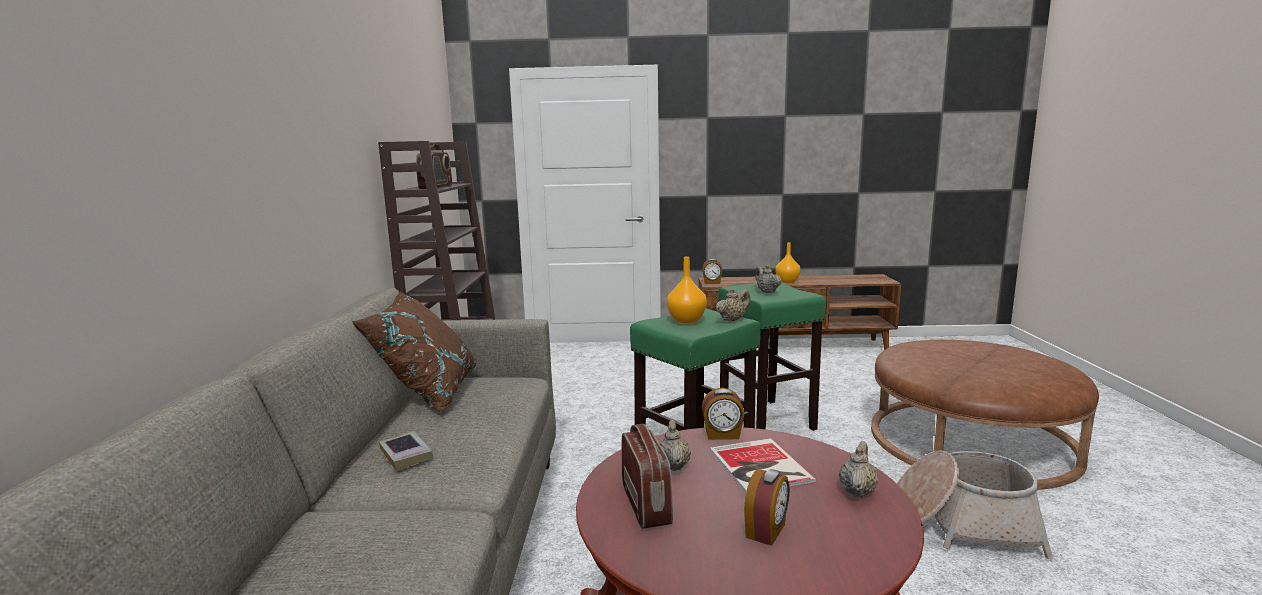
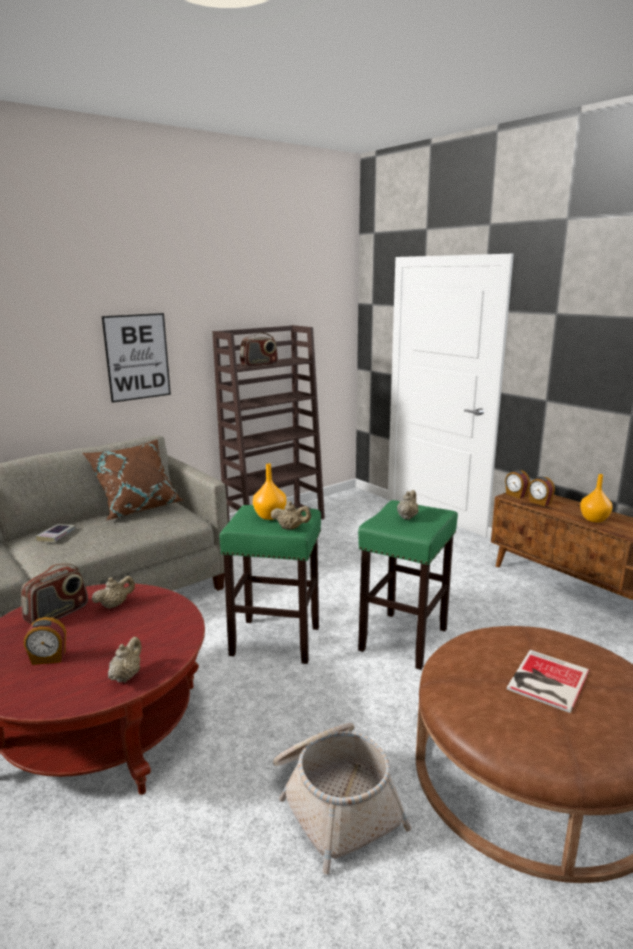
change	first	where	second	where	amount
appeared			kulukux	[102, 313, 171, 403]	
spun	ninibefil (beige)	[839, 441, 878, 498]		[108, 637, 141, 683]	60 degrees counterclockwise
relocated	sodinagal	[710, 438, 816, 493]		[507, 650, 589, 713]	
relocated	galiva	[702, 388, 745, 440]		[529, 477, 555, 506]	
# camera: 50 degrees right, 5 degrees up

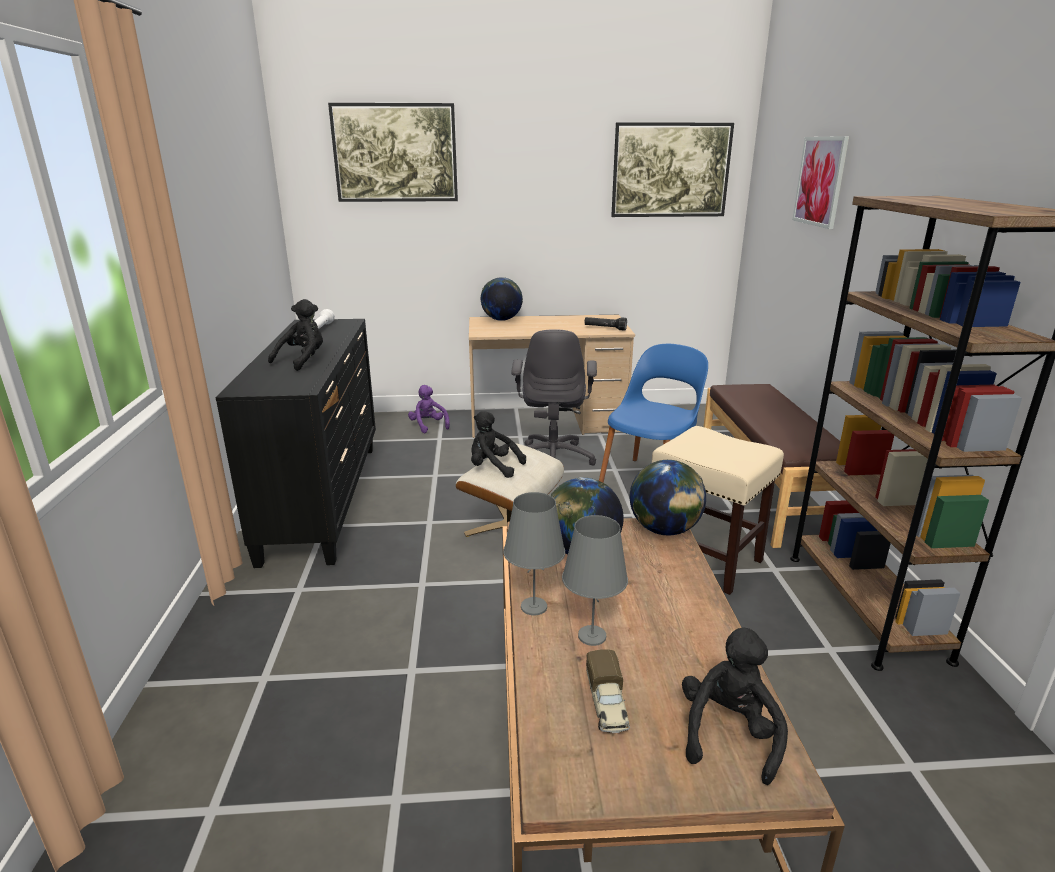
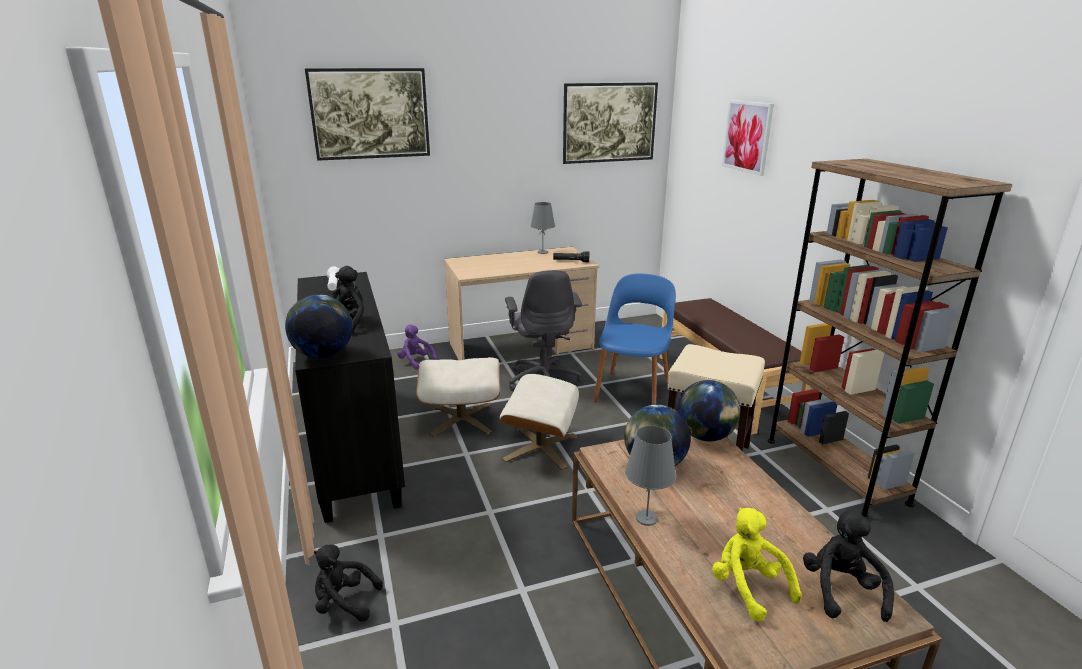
change	first	where	second	where	amount
relocated	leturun	[481, 277, 523, 321]		[285, 295, 353, 358]	
relocated	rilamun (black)	[471, 411, 526, 478]		[314, 544, 383, 622]	
appeared			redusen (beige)	[416, 357, 501, 437]	
relocated	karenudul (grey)	[562, 515, 628, 646]		[531, 202, 555, 254]	
exchanged	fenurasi	[586, 649, 630, 733]	rilamun (yellow)	[712, 508, 802, 622]	
# camera: 15 degrees left, 0 degrees up

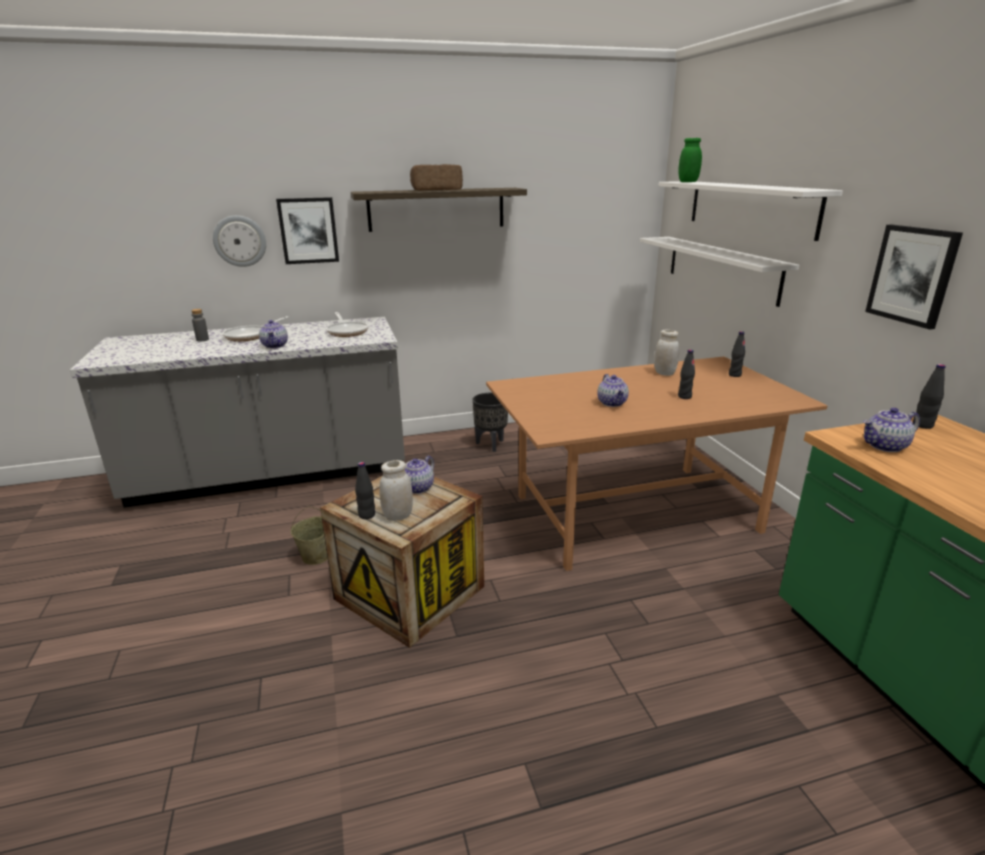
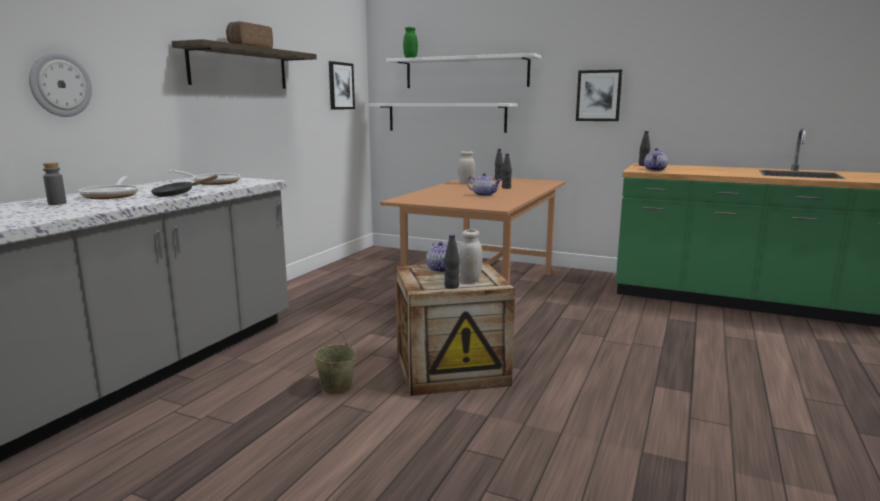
change	first	where	second	where	amount
exchanged	ninibefil	[259, 320, 288, 348]	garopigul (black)	[151, 175, 218, 197]	
relocated	kulukux	[276, 197, 339, 264]		[329, 61, 355, 109]	
missing	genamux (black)	[472, 392, 508, 452]			
# camera: 50 degrees left, 10 degrees down

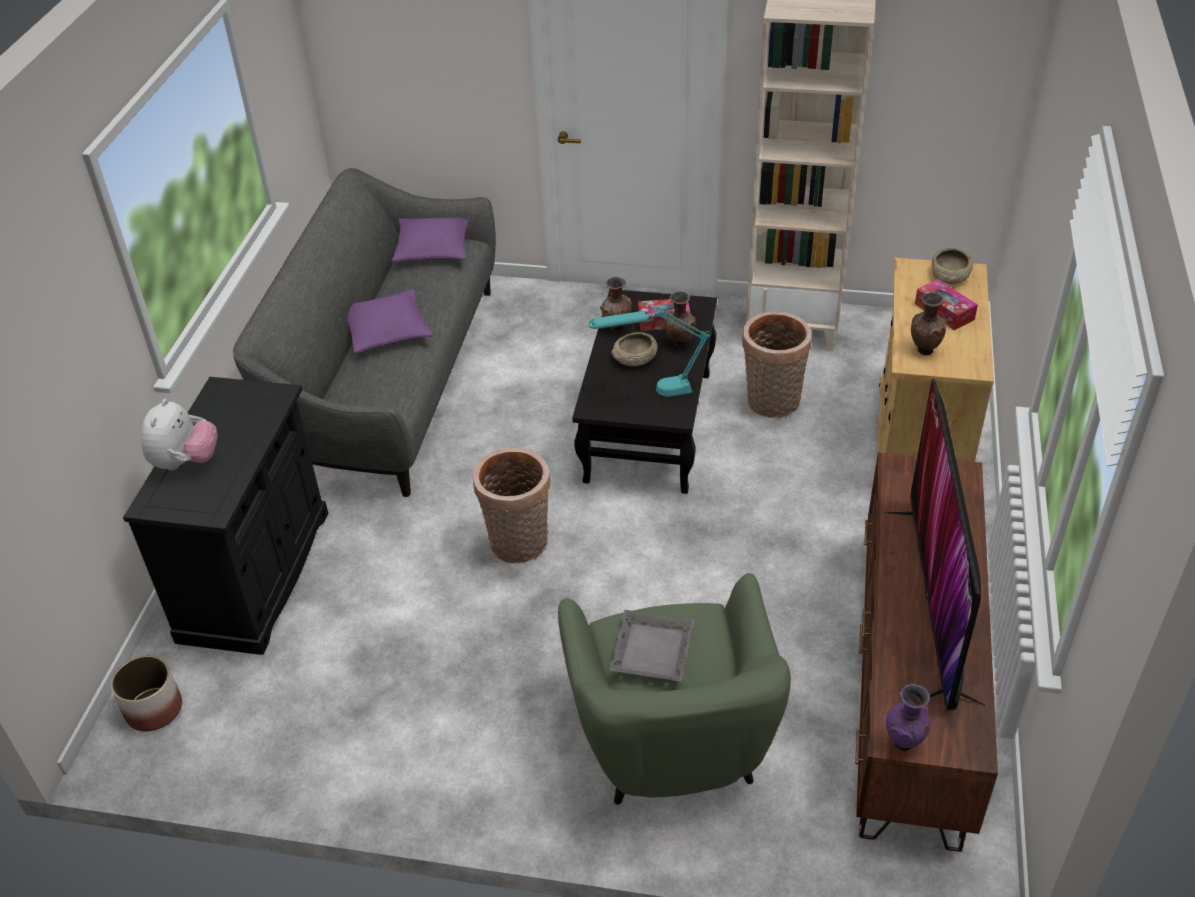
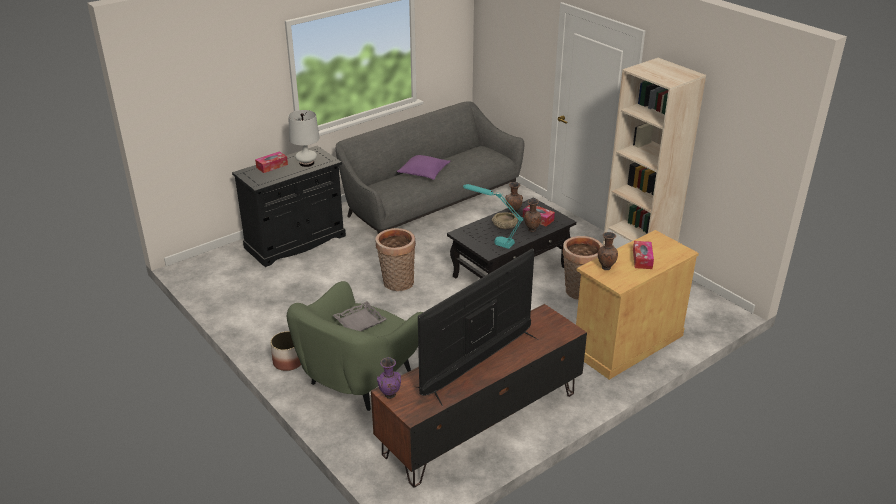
change	first	where	second	where	amount
exchanged	rilamun	[141, 399, 218, 471]	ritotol	[255, 151, 288, 173]	
relocated	genamux	[111, 655, 182, 731]		[270, 331, 301, 371]	
appeared			karenudul (white)	[288, 110, 320, 167]	
missing	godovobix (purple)	[392, 217, 468, 262]			
missing	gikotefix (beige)	[932, 248, 973, 284]			
# camera: 40 degrees right, 10 degrees down

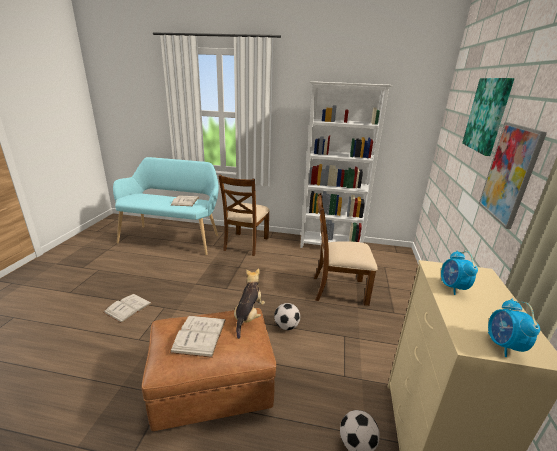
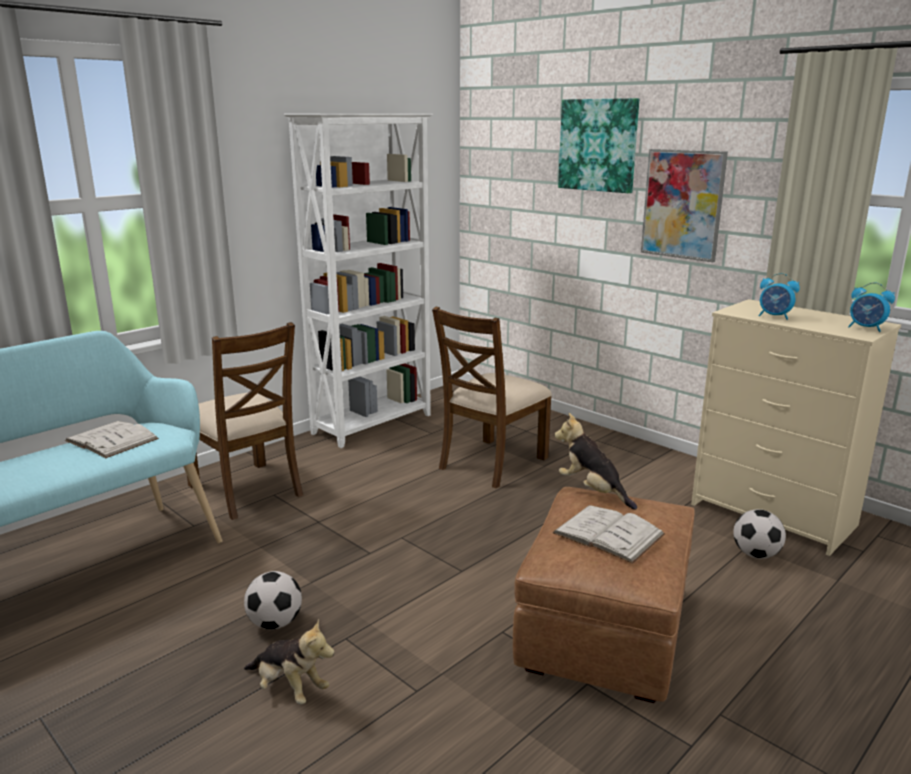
change	first	where	second	where	amount
relocated	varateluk	[274, 303, 300, 330]		[244, 571, 302, 630]	
exchanged	sodinagal (white)	[103, 294, 152, 323]	rilamun	[244, 619, 335, 704]	
# camera: 55 degrees left, 5 degrees down

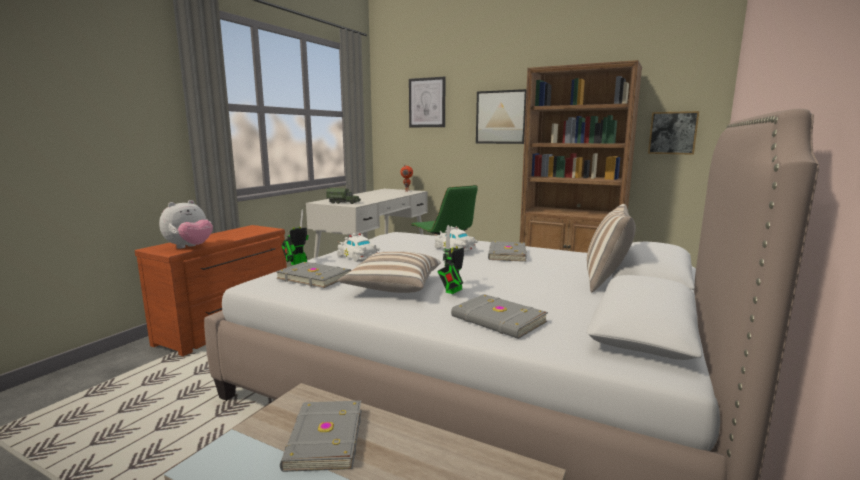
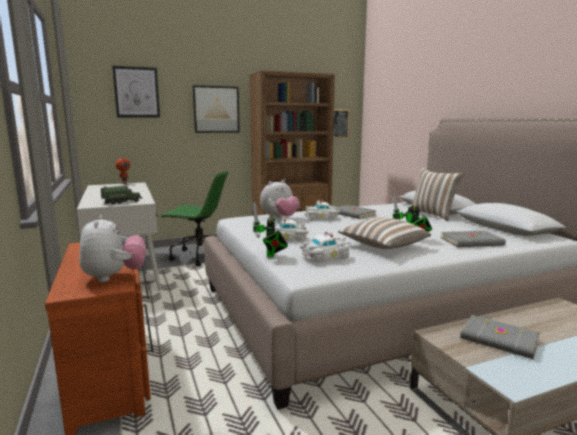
change	first	where	second	where	amount
appeared			rilamun	[260, 180, 300, 219]	
exchanged	sodinagal (grey)	[276, 262, 351, 288]	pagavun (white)	[300, 232, 350, 263]	
# camera: 50 degrees left, 0 degrees up

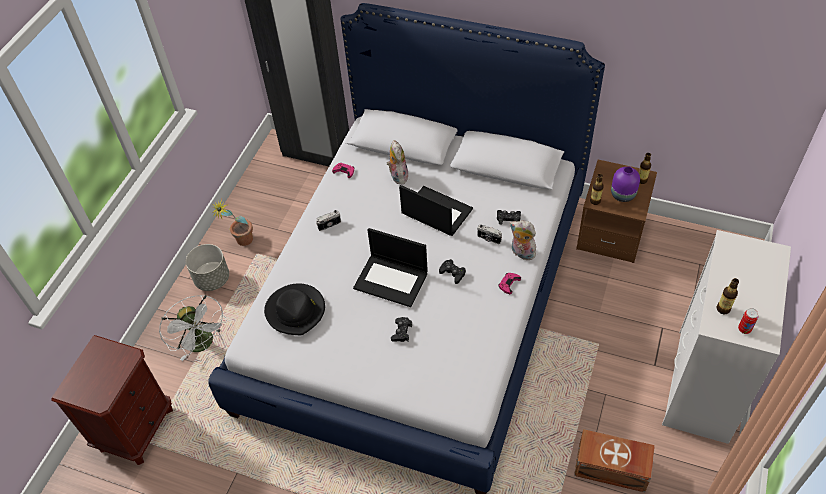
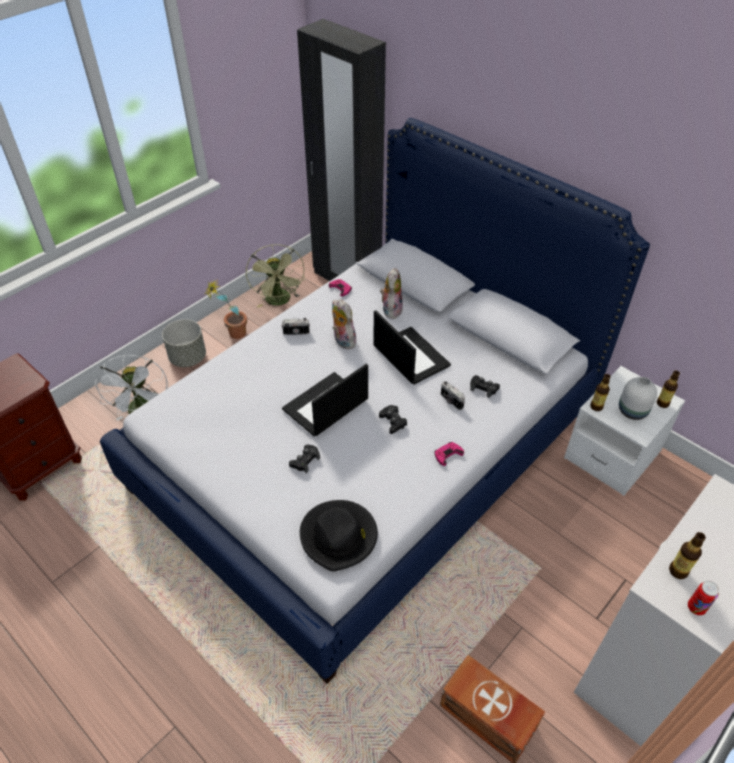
change	first	where	second	where	amount
appeared			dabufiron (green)	[246, 244, 305, 308]	
spun	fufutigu	[353, 228, 428, 307]		[282, 364, 368, 437]	90 degrees clockwise
relocated	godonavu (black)	[264, 284, 325, 335]		[300, 500, 378, 571]	
relocated	rilamun	[510, 220, 536, 260]		[332, 299, 356, 349]	
colour	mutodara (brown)	[576, 160, 657, 263]	mutodara (white)	[564, 366, 685, 496]	
colour	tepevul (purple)	[611, 166, 640, 202]	tepevul (white)	[619, 377, 657, 420]	
# camera: 20 degrees right, 5 degrees down

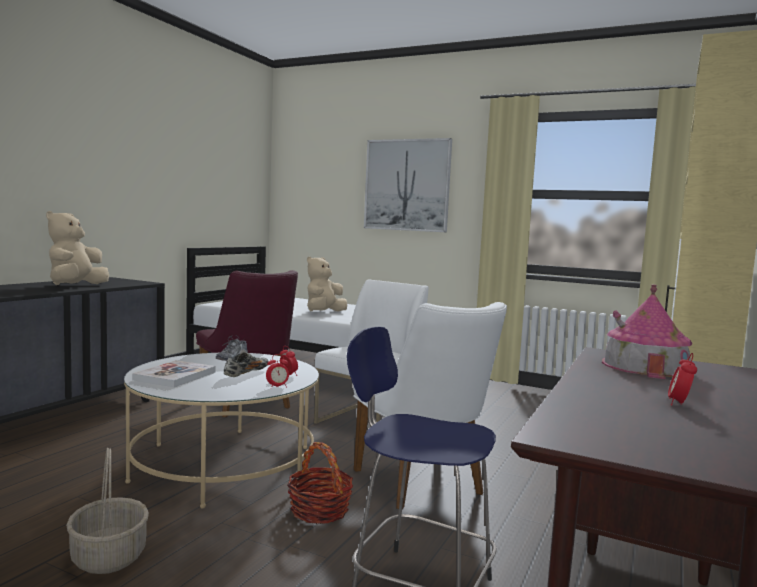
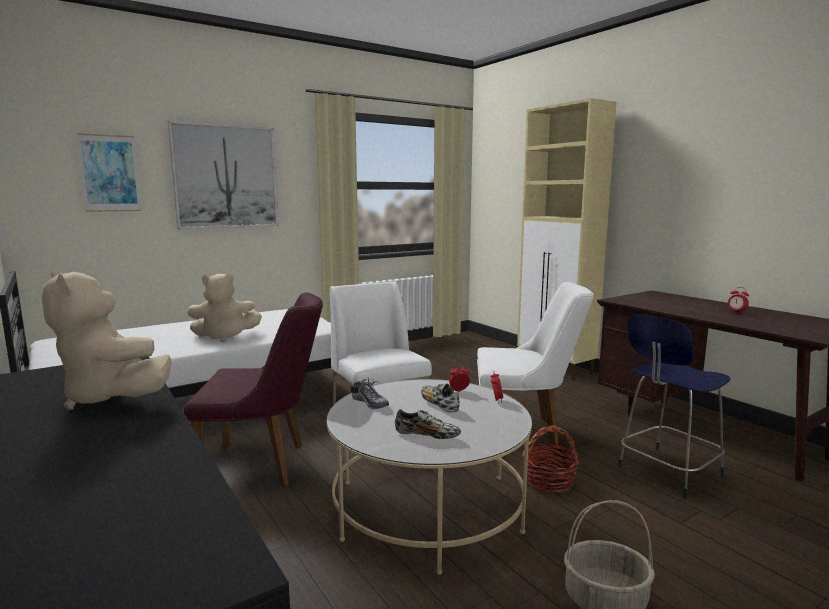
change	first	where	second	where	amount
appeared			kulukux	[77, 133, 141, 212]	
spun	rilamun (beige)	[307, 256, 347, 312]		[187, 273, 262, 342]	75 degrees counterclockwise
exchanged	sodinagal	[132, 360, 216, 387]	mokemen	[395, 409, 461, 439]	
missing	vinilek	[602, 285, 692, 379]			
# camera: 60 degrees left, 5 degrees up

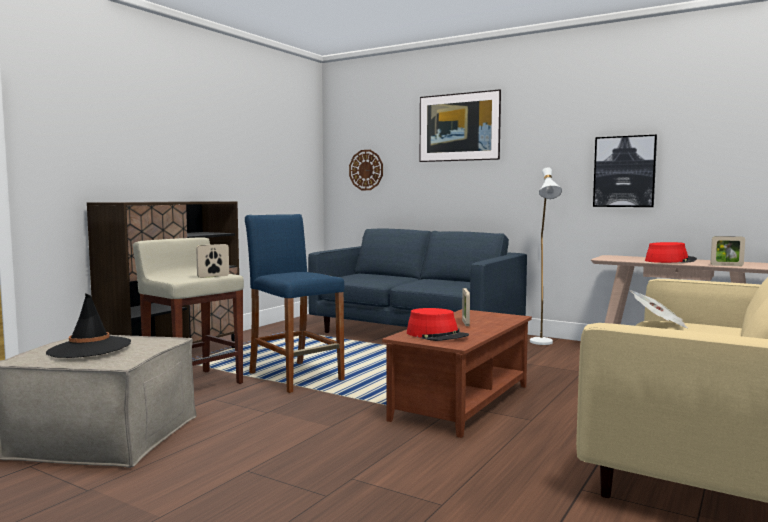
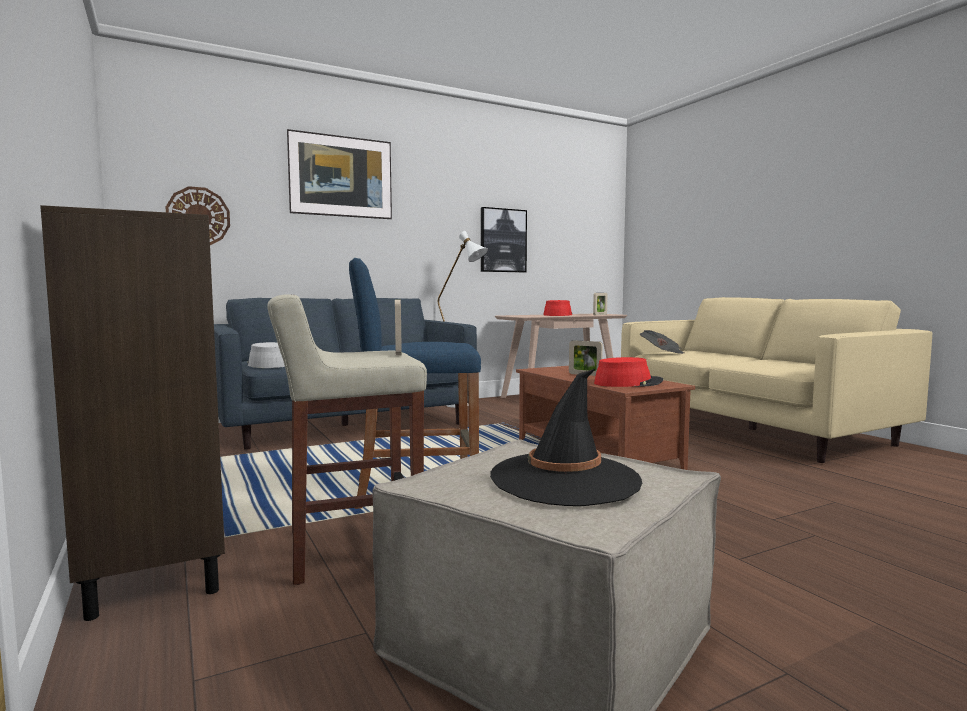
change	first	where	second	where	amount
appeared			godonavu (grey)	[248, 342, 285, 368]	
# camera: 60 degrees left, 0 degrees up

